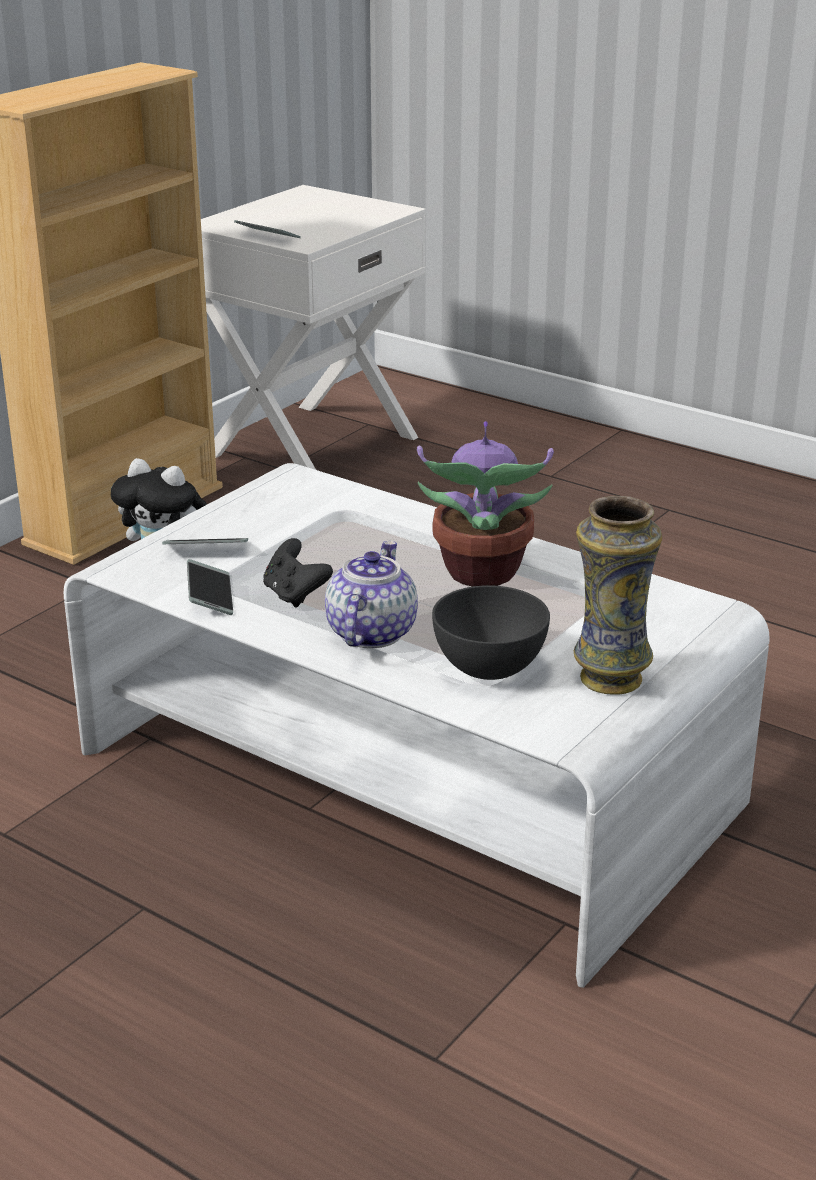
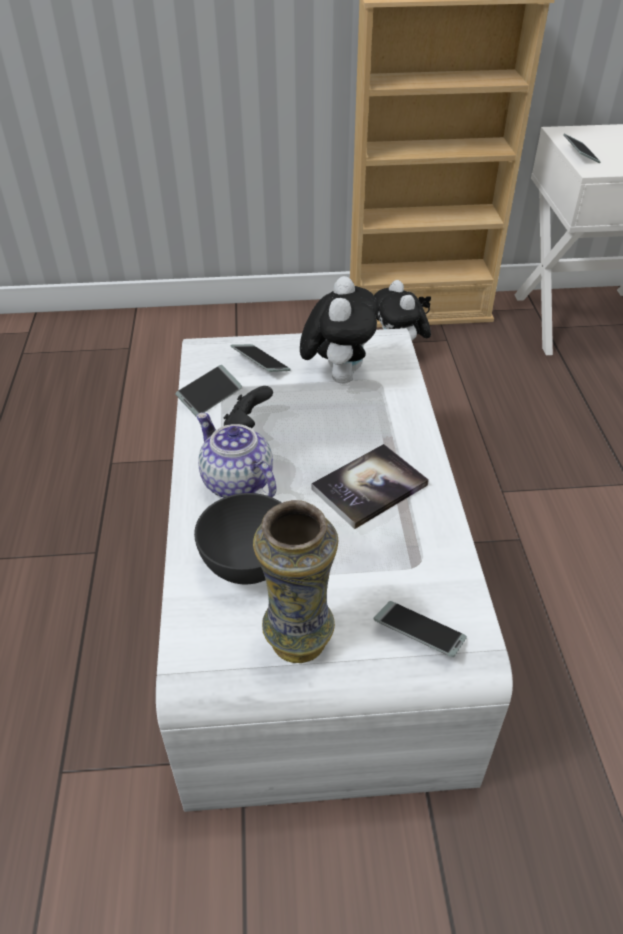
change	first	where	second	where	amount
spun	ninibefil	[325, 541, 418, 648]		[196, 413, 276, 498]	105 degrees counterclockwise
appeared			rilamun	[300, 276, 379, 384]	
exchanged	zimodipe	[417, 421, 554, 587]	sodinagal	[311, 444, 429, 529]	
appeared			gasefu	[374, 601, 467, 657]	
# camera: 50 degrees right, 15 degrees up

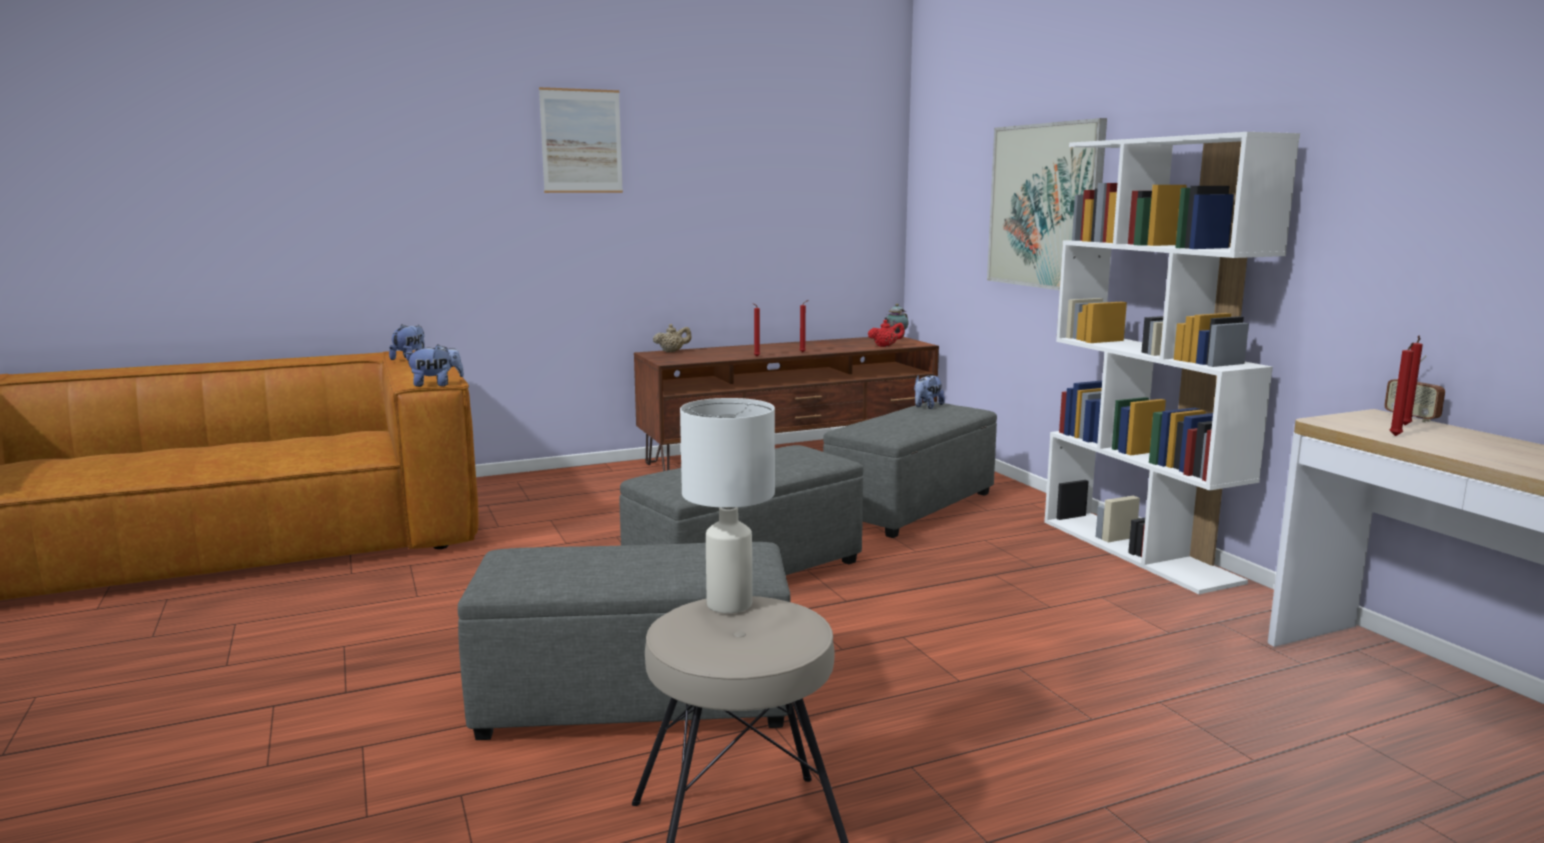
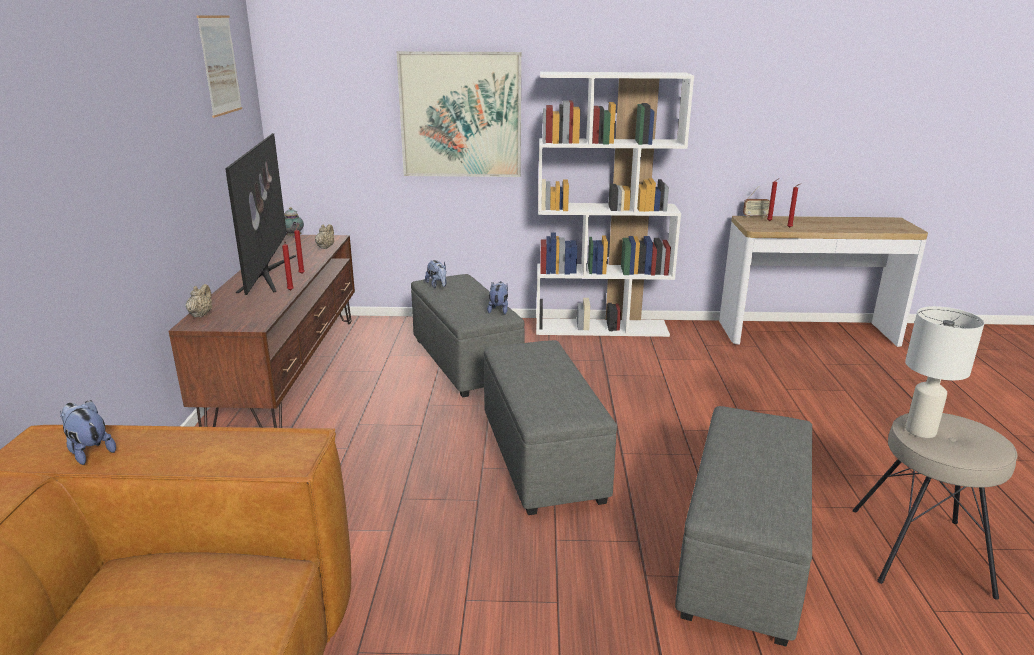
change	first	where	second	where	amount
relocated	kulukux	[539, 87, 623, 193]		[197, 15, 242, 118]	
appeared			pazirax	[225, 133, 296, 295]	
colour	ninibefil (red)	[868, 320, 905, 347]	ninibefil (beige)	[315, 224, 334, 249]	
relocated	rilamun	[404, 344, 464, 387]		[487, 281, 508, 314]	
# camera: 65 degrees left, 10 degrees up

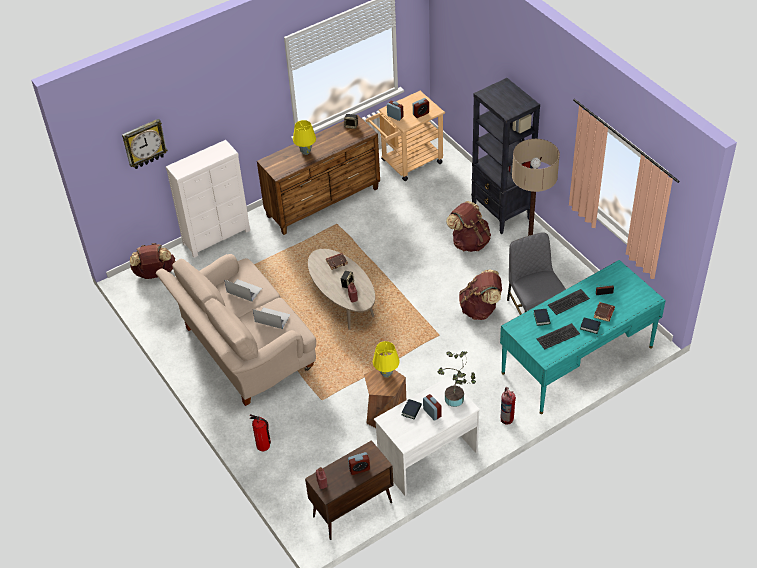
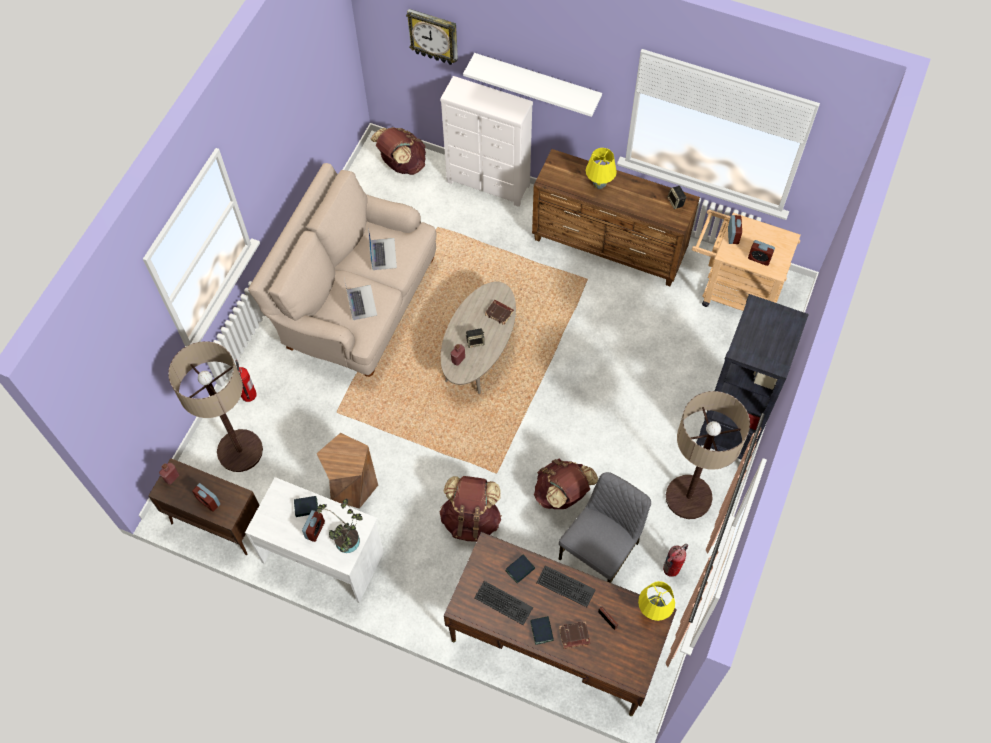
change	first	where	second	where	amount
appeared			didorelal	[168, 341, 263, 472]	
relocated	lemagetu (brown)	[446, 201, 491, 252]		[439, 476, 502, 542]	
colour	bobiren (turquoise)	[500, 260, 666, 414]	bobiren (brown)	[444, 532, 677, 716]	
appeared			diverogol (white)	[463, 53, 602, 117]	
relocated	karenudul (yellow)	[373, 341, 400, 378]		[638, 581, 675, 621]	
relocated	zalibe	[500, 387, 516, 425]		[663, 544, 688, 577]	
# camera: 55 degrees right, 15 degrees up

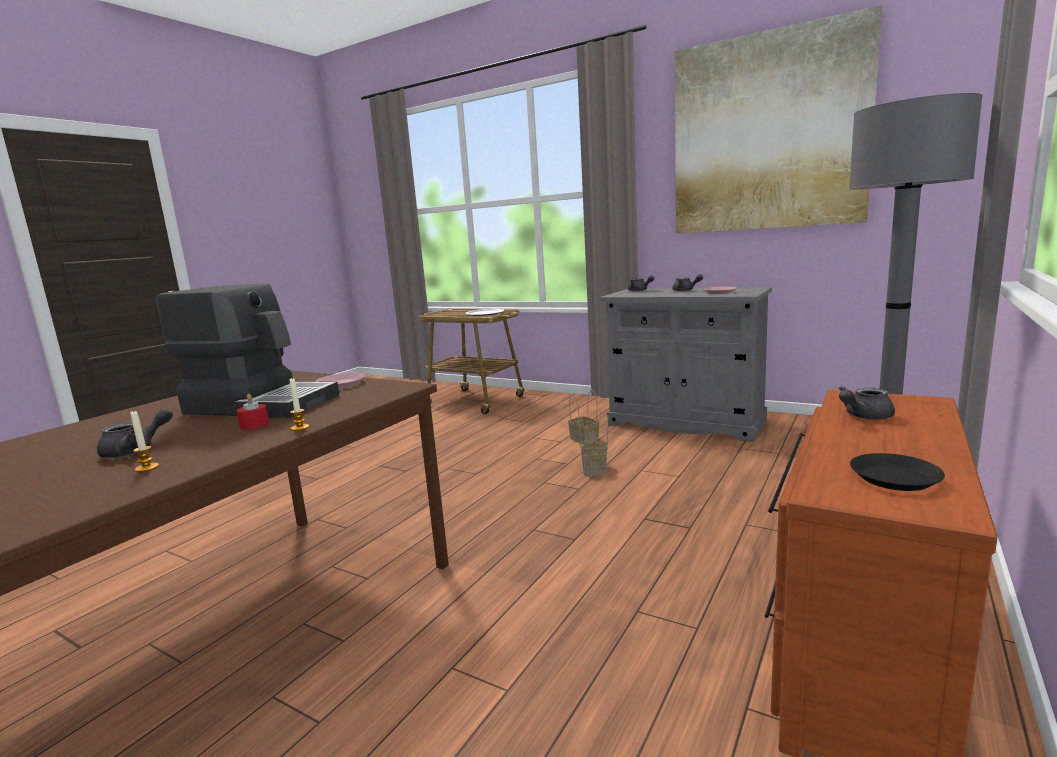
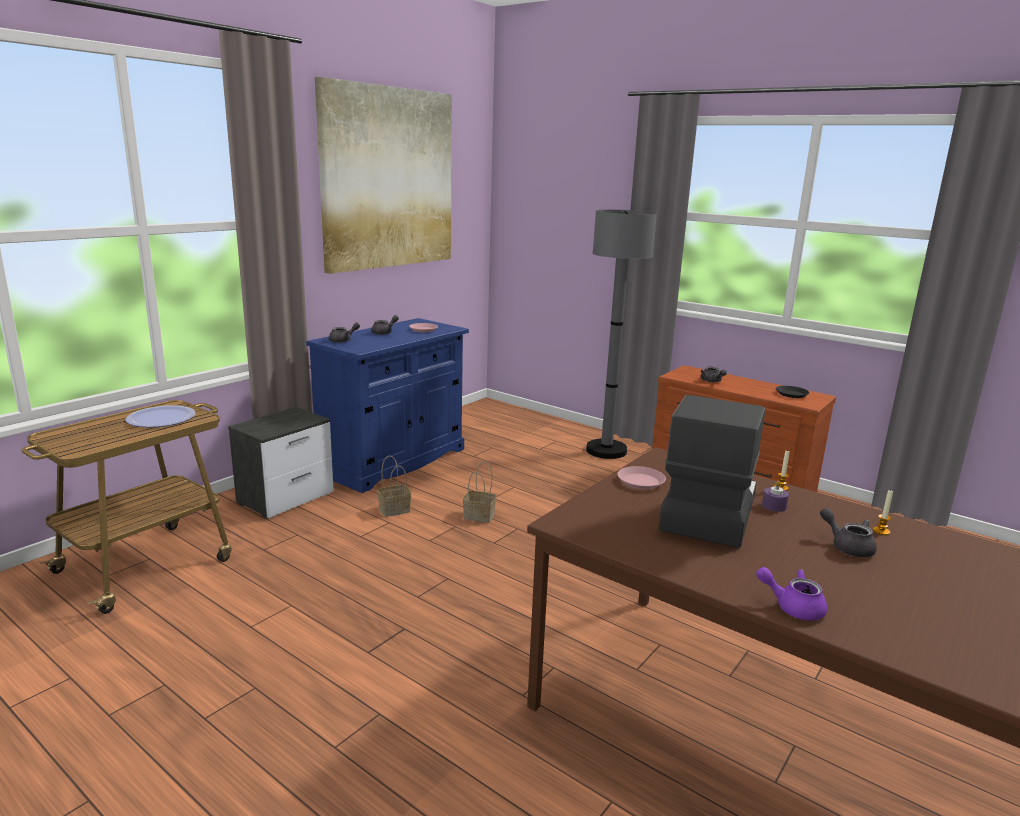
change	first	where	second	where	amount
appeared			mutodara	[228, 407, 334, 519]	
colour	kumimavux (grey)	[600, 287, 772, 442]	kumimavux (blue)	[306, 318, 469, 493]	
appeared			ninibefil (purple)	[756, 567, 827, 620]	
colour	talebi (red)	[236, 394, 269, 430]	talebi (purple)	[762, 481, 789, 512]	
# camera: 85 degrees left, 5 degrees up

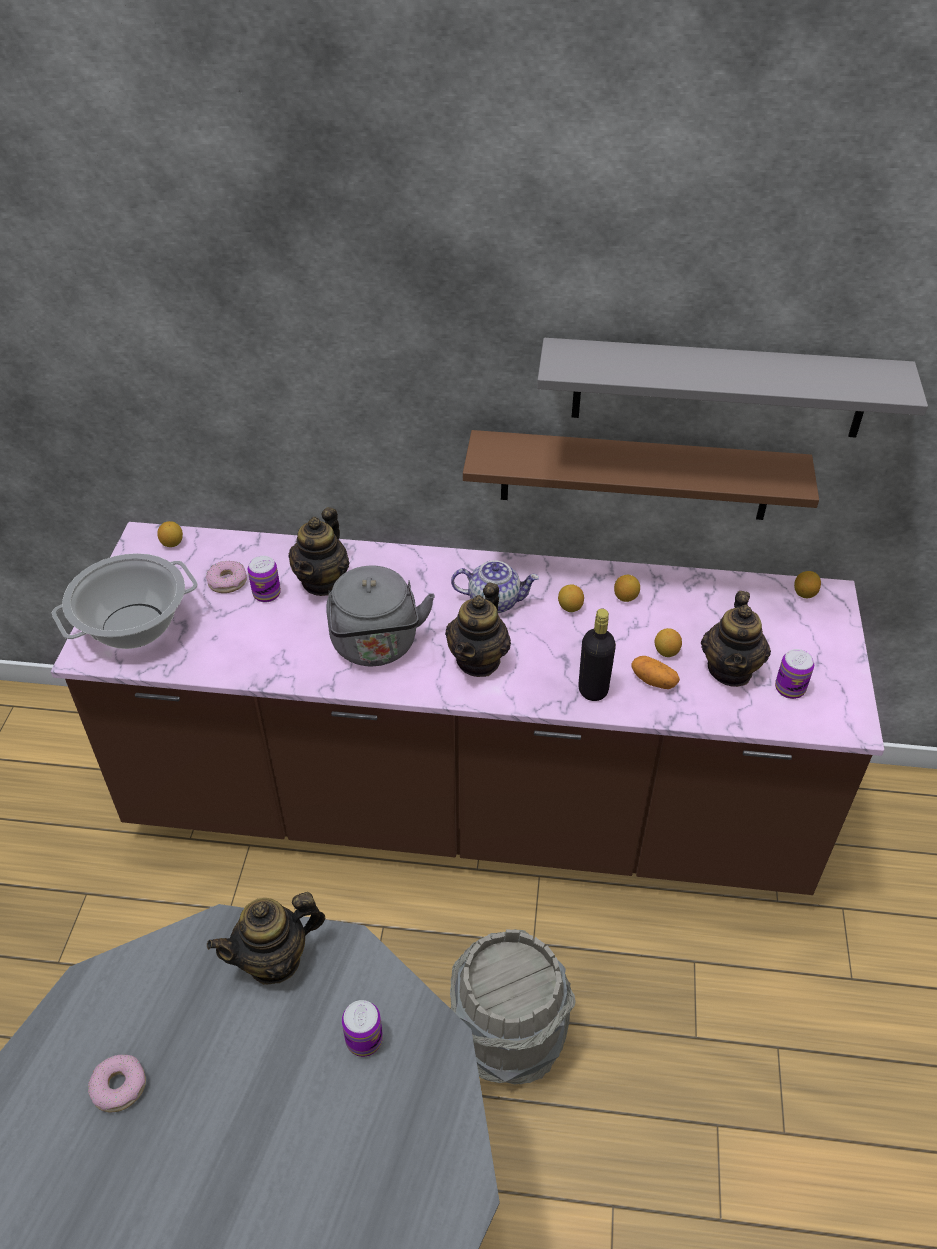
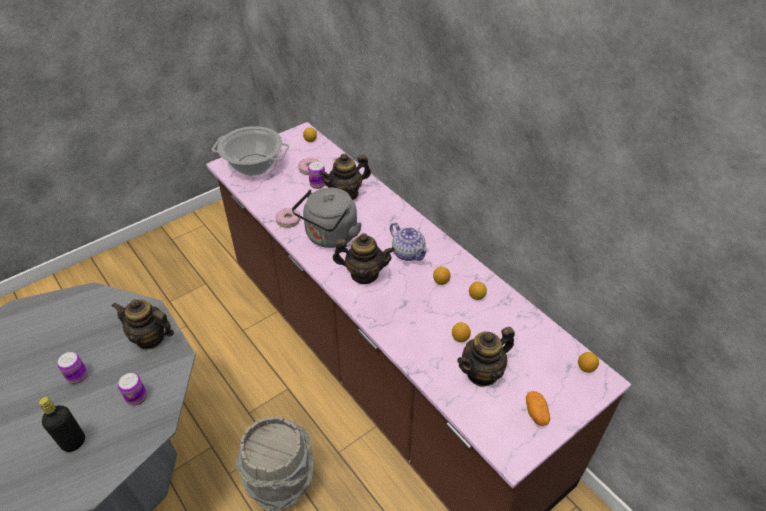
change	first	where	second	where	amount
relocated	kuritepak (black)	[578, 609, 616, 701]		[39, 397, 85, 452]	
relocated	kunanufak	[775, 649, 814, 699]		[58, 352, 88, 384]	
relocated	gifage	[88, 1055, 146, 1112]		[275, 208, 301, 228]	
spun	ninibefil	[445, 583, 511, 677]		[333, 233, 395, 284]	150 degrees counterclockwise
relocated	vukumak	[631, 656, 680, 689]		[526, 391, 550, 426]	
missing	diverogol (brown)	[463, 430, 819, 520]			
missing	diverogol (grey)	[537, 338, 928, 438]			
# camera: 45 degrees right, 0 degrees up

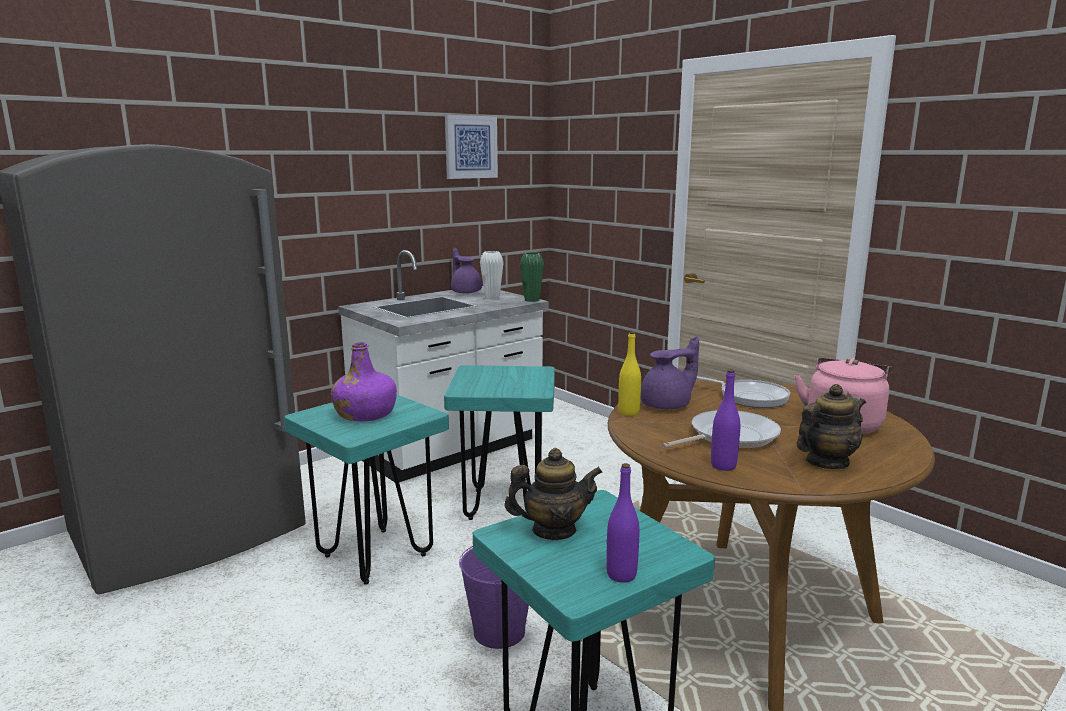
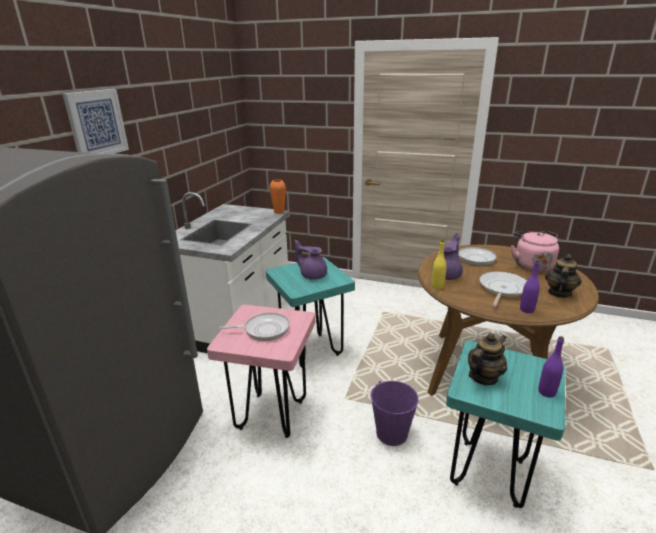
change	first	where	second	where	amount
relocated	kulukux	[445, 115, 498, 179]		[63, 89, 129, 154]	
colour	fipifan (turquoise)	[284, 394, 449, 585]	fipifan (pink)	[207, 305, 315, 438]	
exchanged	kuritepak (purple)	[331, 342, 397, 422]	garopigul	[219, 313, 290, 341]	
colour	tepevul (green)	[520, 252, 544, 302]	tepevul (orange)	[269, 179, 286, 214]	
relocated	ninibefil (purple)	[451, 248, 482, 294]		[295, 240, 327, 280]	
missing	tepevul (white)	[480, 251, 504, 300]			
# camera: 30 degrees left, 10 degrees up

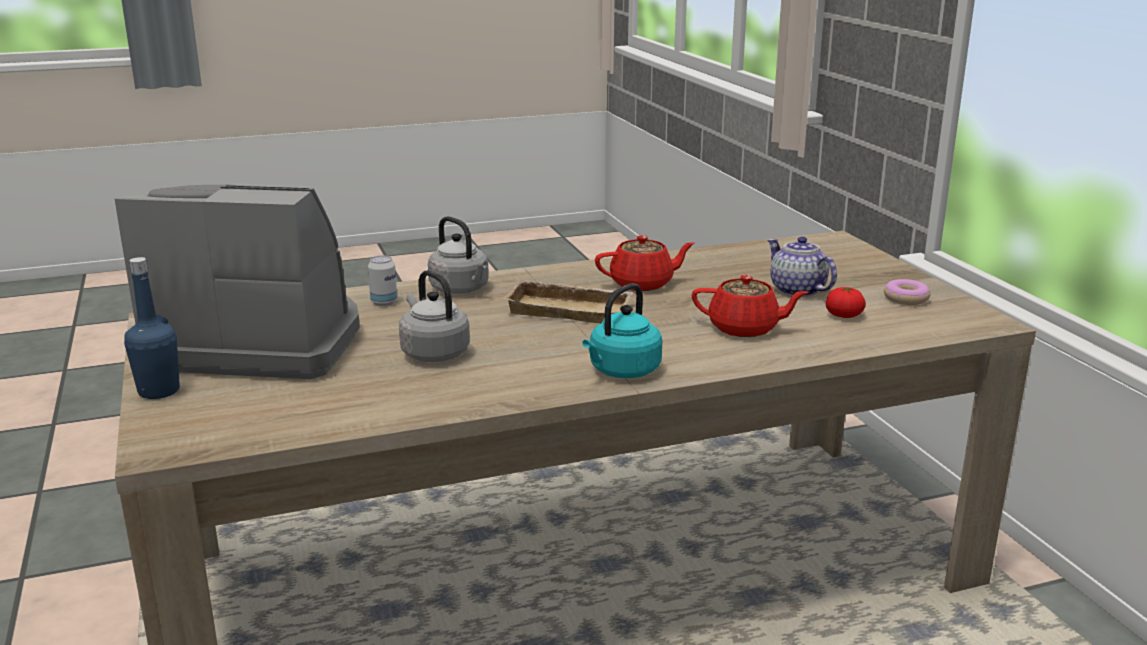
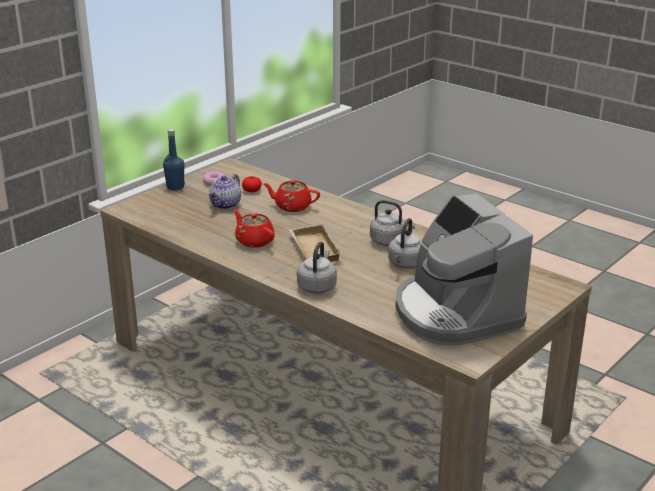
change	first	where	second	where	amount
relocated	kuritepak (blue)	[124, 257, 180, 399]		[163, 129, 185, 190]	
spun	ninibefil (red)	[691, 275, 809, 337]		[263, 180, 320, 212]	60 degrees counterclockwise
appeared			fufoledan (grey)	[370, 200, 415, 246]	
missing	kunanufak	[368, 255, 397, 306]			
missing	fufoledan (turquoise)	[582, 283, 662, 378]			
# camera: 120 degrees left, 5 degrees up

